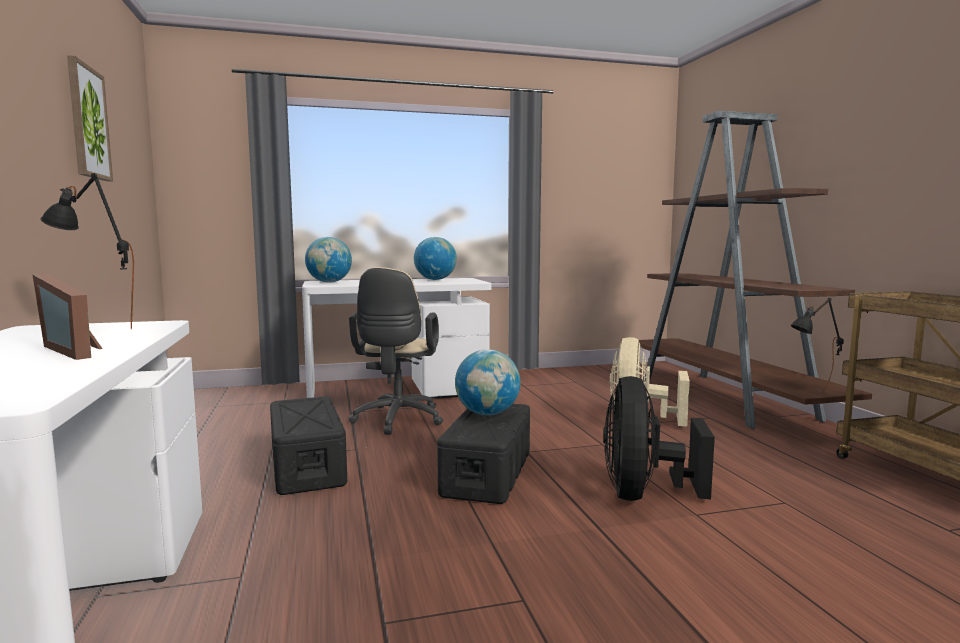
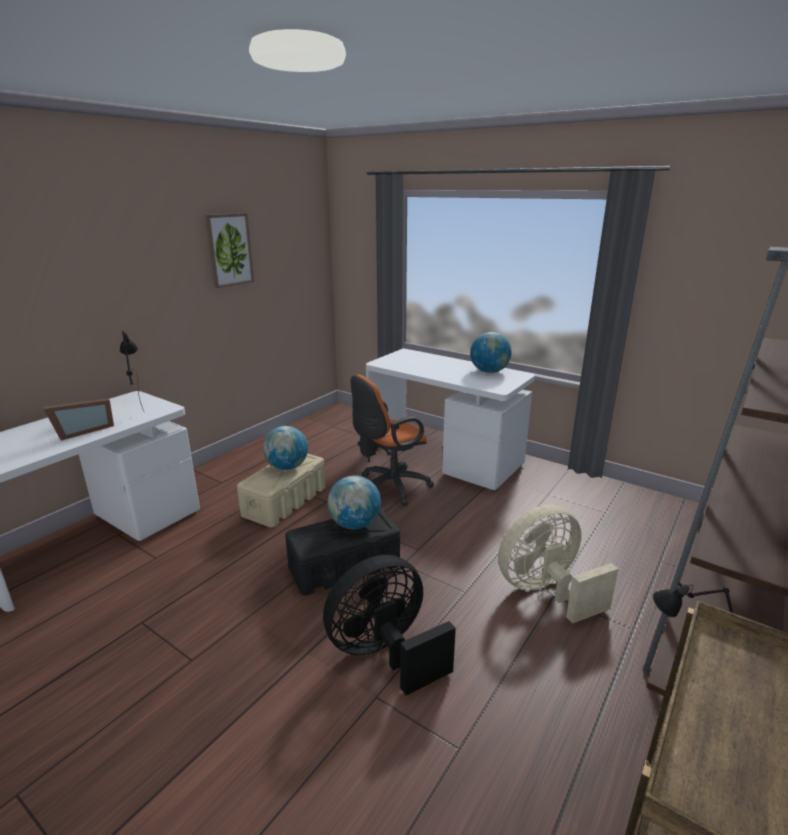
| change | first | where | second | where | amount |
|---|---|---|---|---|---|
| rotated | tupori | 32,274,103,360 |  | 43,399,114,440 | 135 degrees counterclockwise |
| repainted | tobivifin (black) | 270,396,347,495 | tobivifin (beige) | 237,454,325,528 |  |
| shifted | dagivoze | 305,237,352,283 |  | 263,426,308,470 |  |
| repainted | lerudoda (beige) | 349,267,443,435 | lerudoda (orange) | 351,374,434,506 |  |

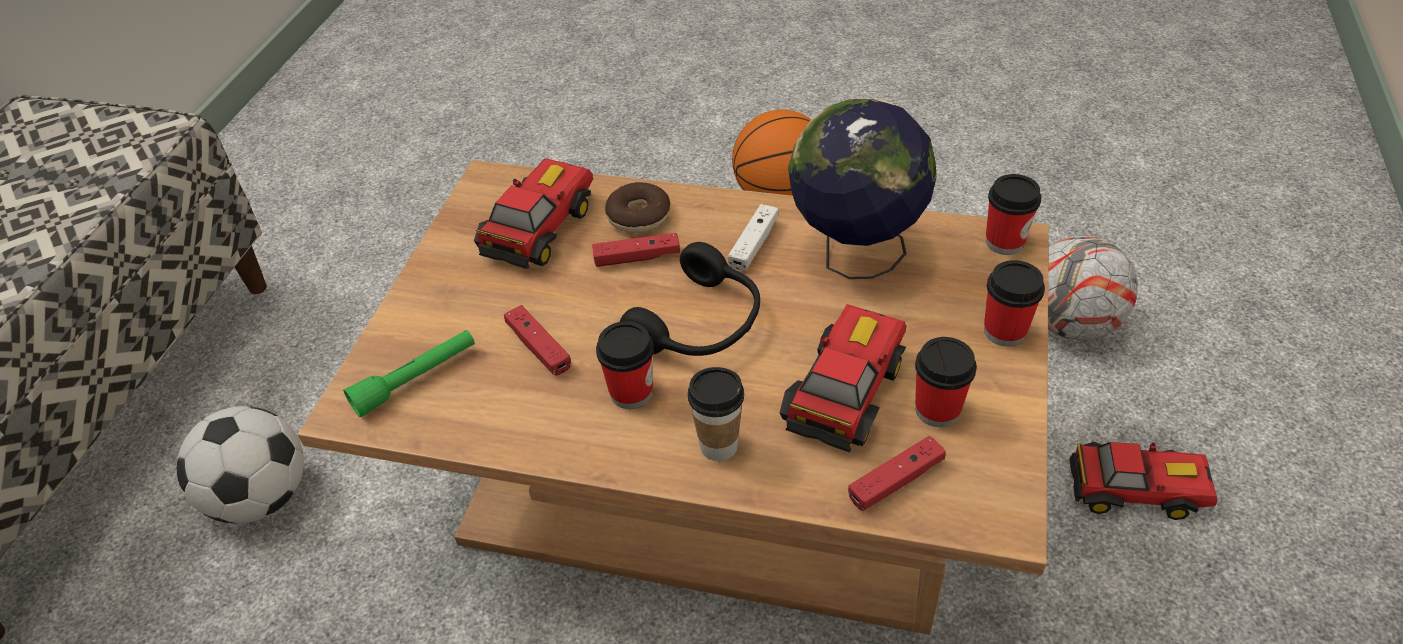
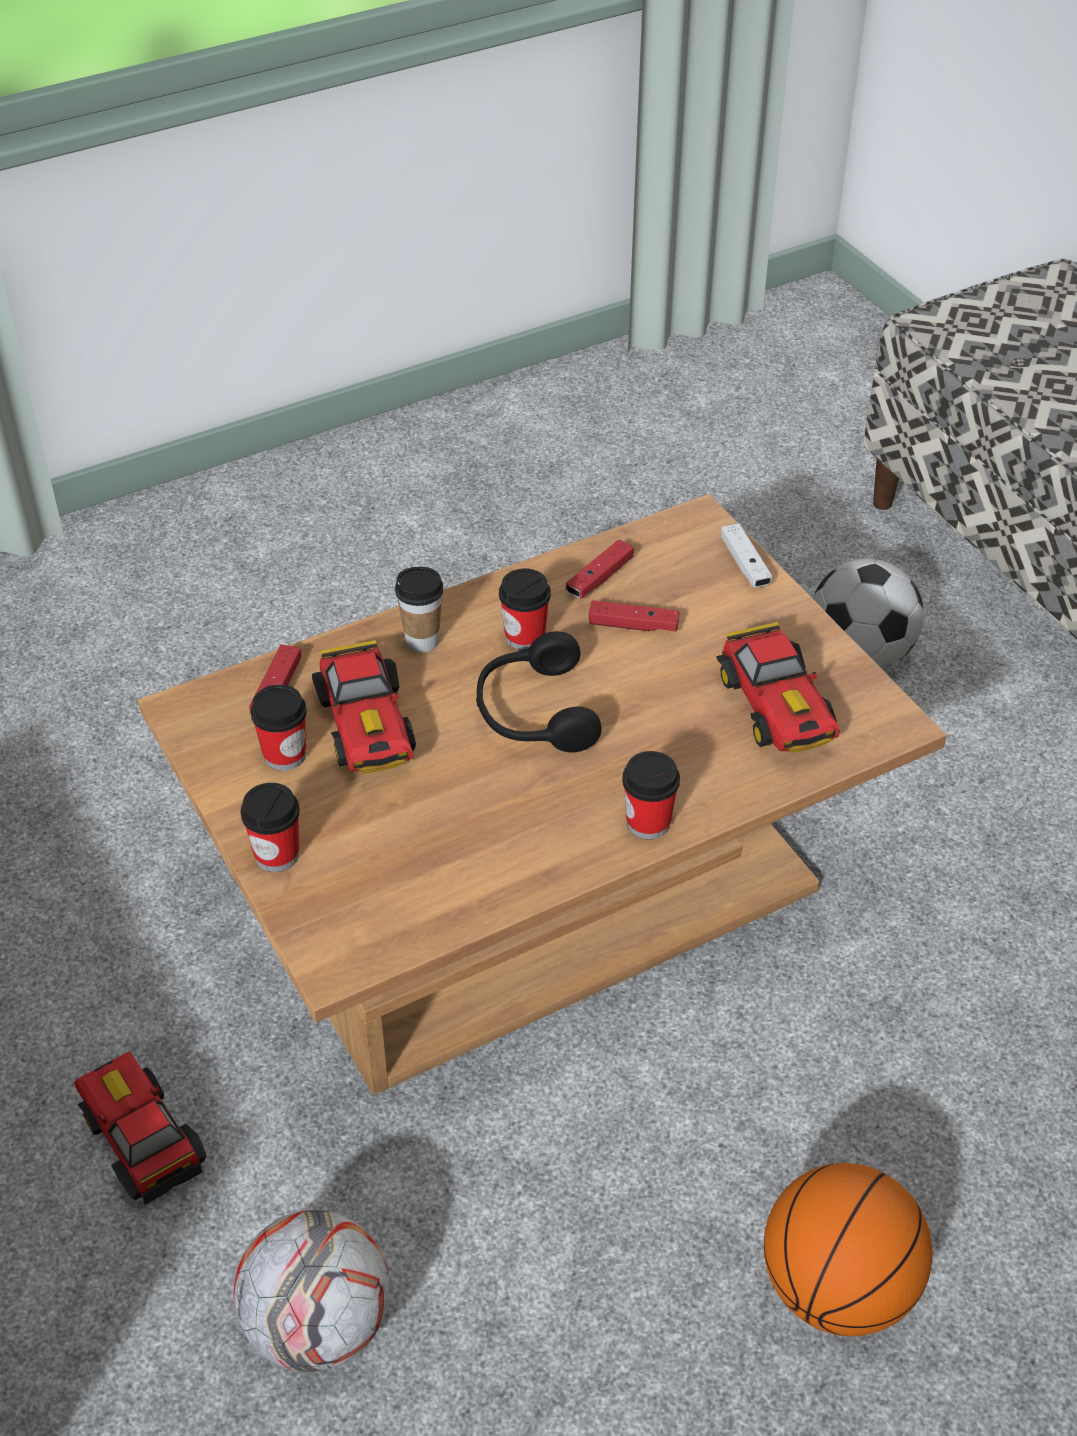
| change | first | where | second | where | amount |
|---|---|---|---|---|---|
| gone | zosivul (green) | 343,330,475,417 |  |  |  |
| shifted | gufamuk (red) | 592,233,680,267 |  | 566,540,634,598 |  |
| gone | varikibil | 605,182,670,233 |  |  |  |
| shifted | gufamuk (white) | 728,204,779,271 |  | 721,523,772,588 |  |
| gone | dagivoze | 788,99,937,279 |  |  |  |
| shifted | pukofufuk | 986,174,1041,255 |  | 622,751,680,840 |  |
| rotated | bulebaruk | 1069,442,1218,520 |  | 74,1051,207,1205 | 90 degrees clockwise |

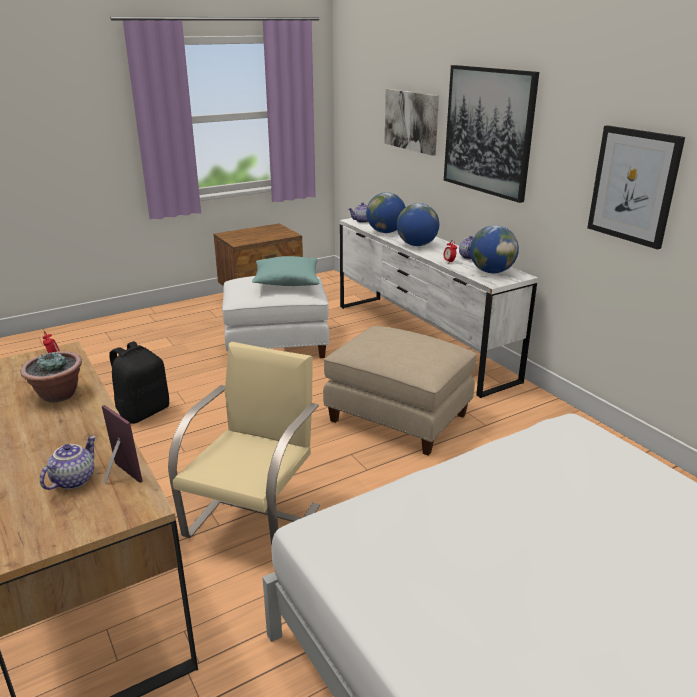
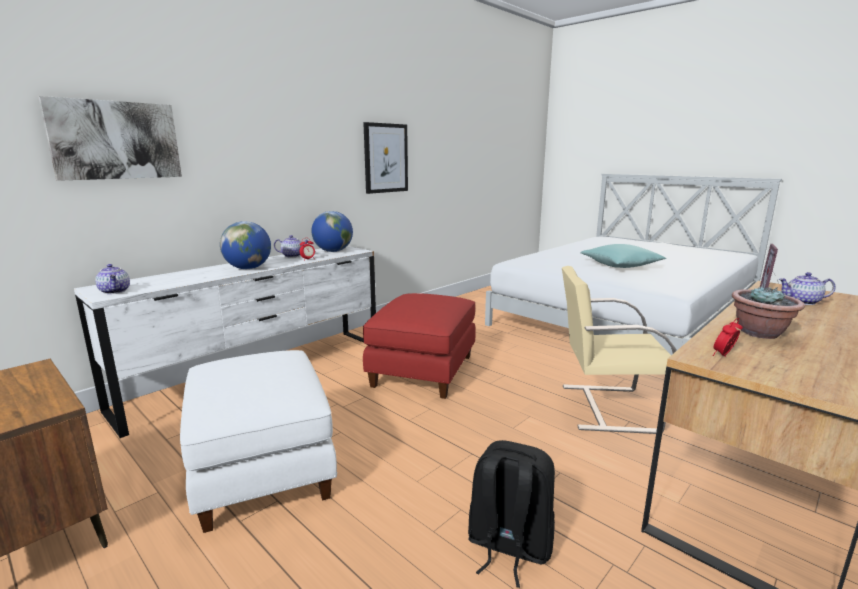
| change | first | where | second | where | amount |
|---|---|---|---|---|---|
| shifted | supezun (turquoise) | 252,256,320,286 |  | 581,244,666,268 |  |
| repainted | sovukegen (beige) | 323,326,476,456 | sovukegen (red) | 363,293,476,399 |  |
| gone | dagivoze | 366,192,405,233 |  |  |  |
| gone | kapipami | 444,65,539,203 |  |  |  |

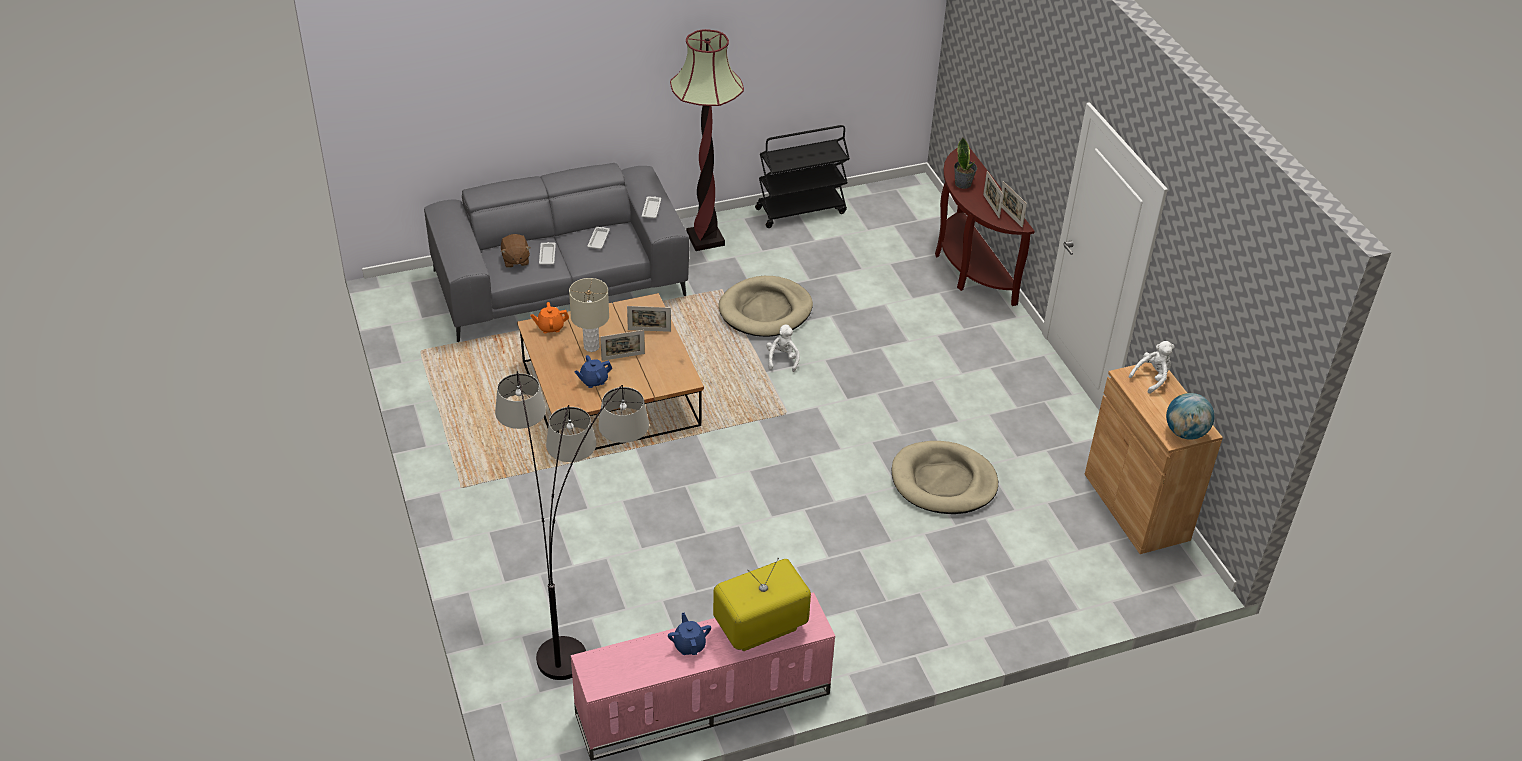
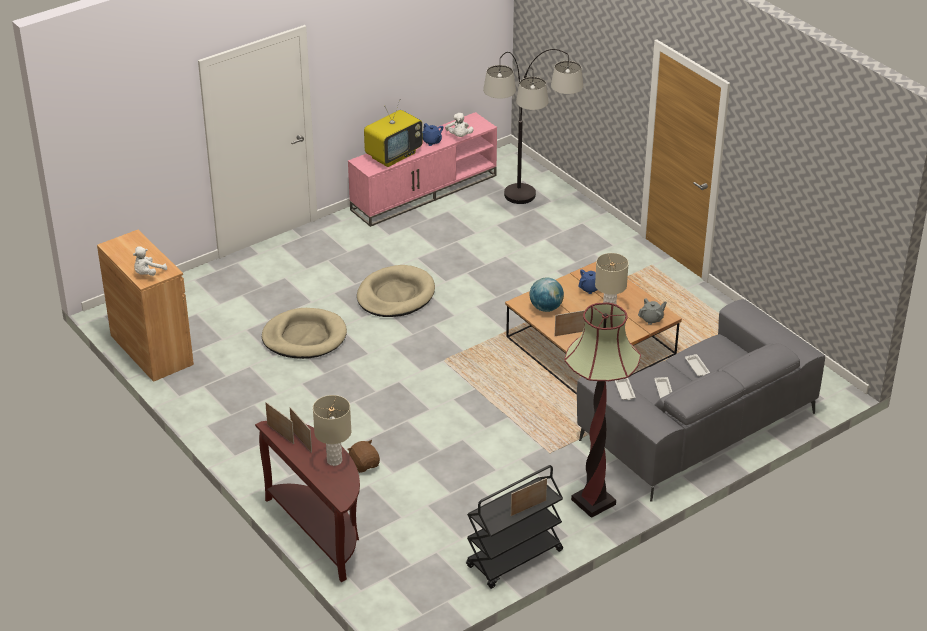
| change | first | where | second | where | amount |
|---|---|---|---|---|---|
| shifted | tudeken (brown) | 501,234,530,268 |  | 347,440,380,473 |  |
| repainted | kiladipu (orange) | 531,302,569,334 | kiladipu (grey) | 638,298,667,325 |  |
| shifted | tupori | 600,330,645,361 |  | 511,478,547,516 |  |
| shifted | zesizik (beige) | 719,276,813,337 |  | 357,265,435,317 |  |
| shifted | tudeken (white) | 766,325,800,372 |  | 445,113,474,137 |  |
| swapped | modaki | 954,138,977,189 | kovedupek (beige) | 313,395,351,466 |  |
| shifted | dagivoze | 1166,393,1214,440 |  | 530,278,564,312 |  |

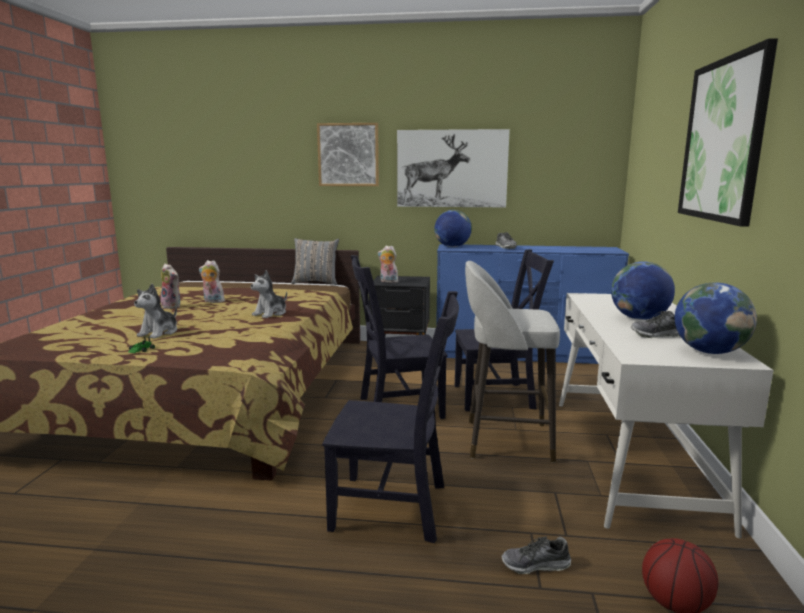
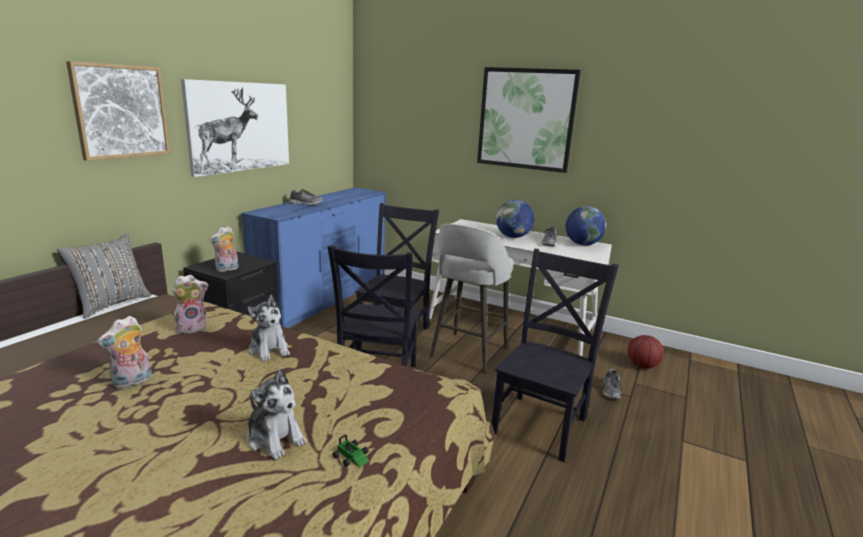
| change | first | where | second | where | amount |
|---|---|---|---|---|---|
| shifted | tudeken | 161,263,180,309 |  | 173,275,208,334 |  |
| gone | dagivoze | 435,210,472,247 |  |  |  |

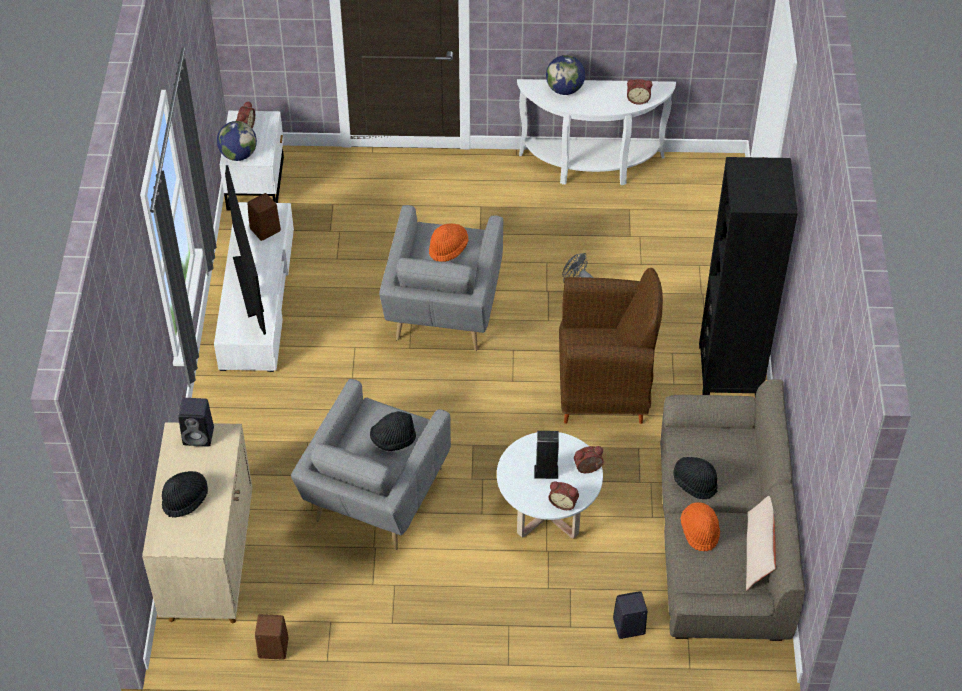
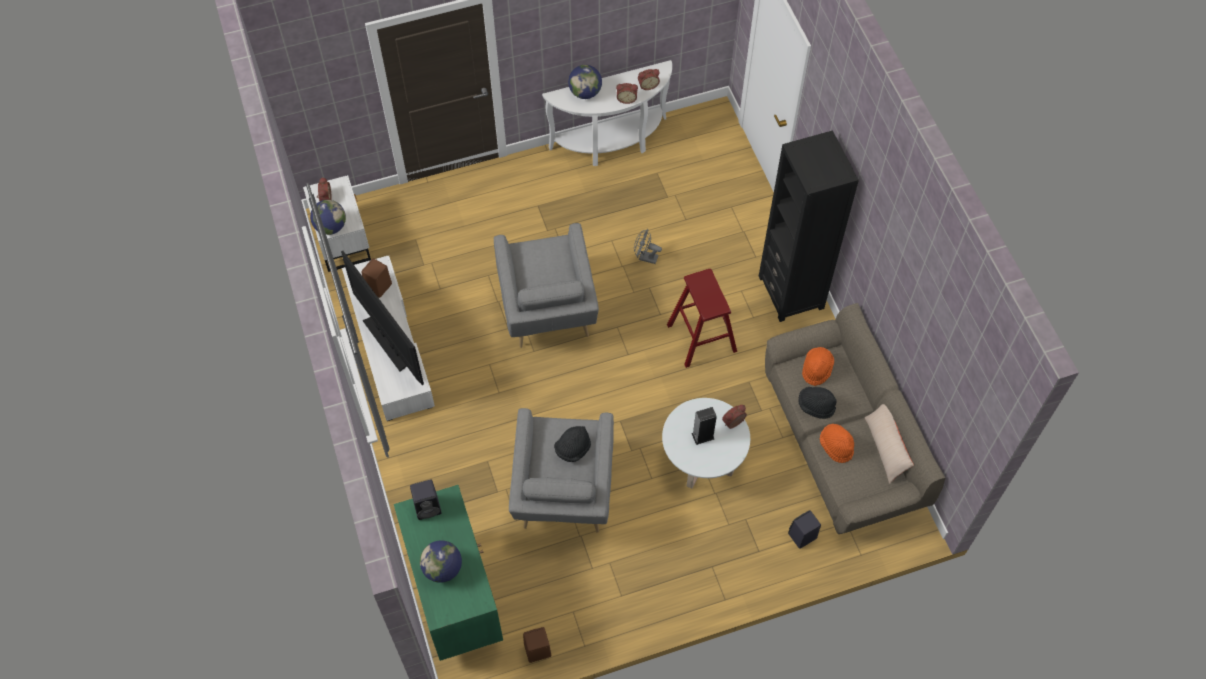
| change | first | where | second | where | amount |
|---|---|---|---|---|---|
| repainted | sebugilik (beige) | 142,422,253,623 | sebugilik (green) | 394,485,503,661 |  |
| swapped | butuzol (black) | 162,471,208,518 | dagivoze | 420,540,462,583 |  |
| shifted | butuzol (orange) | 429,223,468,262 |  | 802,347,834,386 |  |
| shifted | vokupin | 548,481,579,510 |  | 616,83,638,104 |  |
| swapped | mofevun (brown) | 559,268,663,424 | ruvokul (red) | 667,269,737,368 |  |

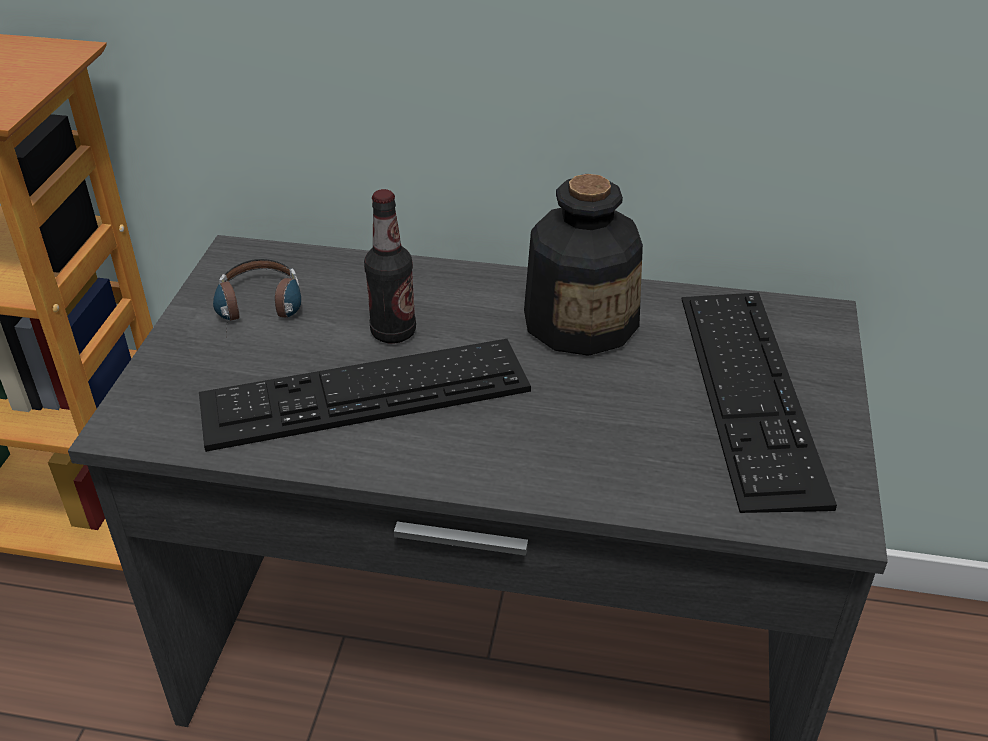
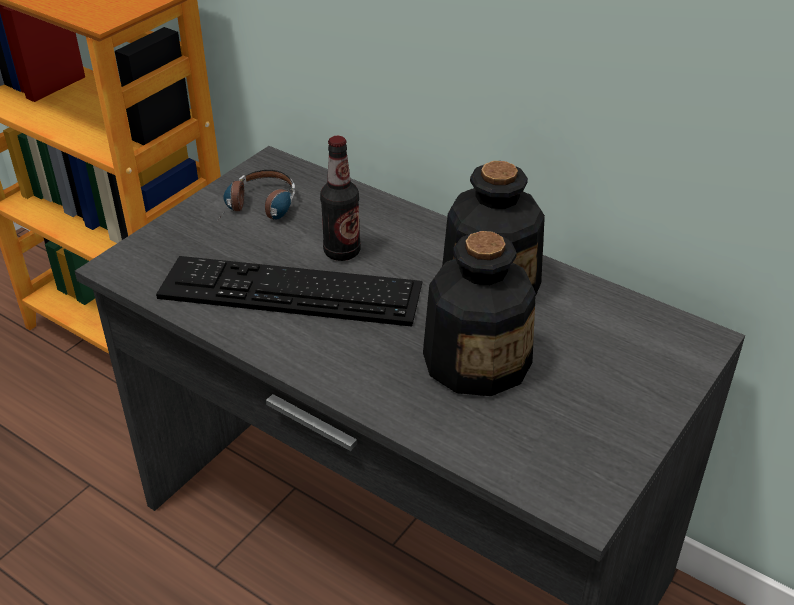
| change | first | where | second | where | amount |
|---|---|---|---|---|---|
| gone | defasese | 682,293,837,513 |  |  |  |
| new |  |  | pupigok | 423,231,536,396 |  |

